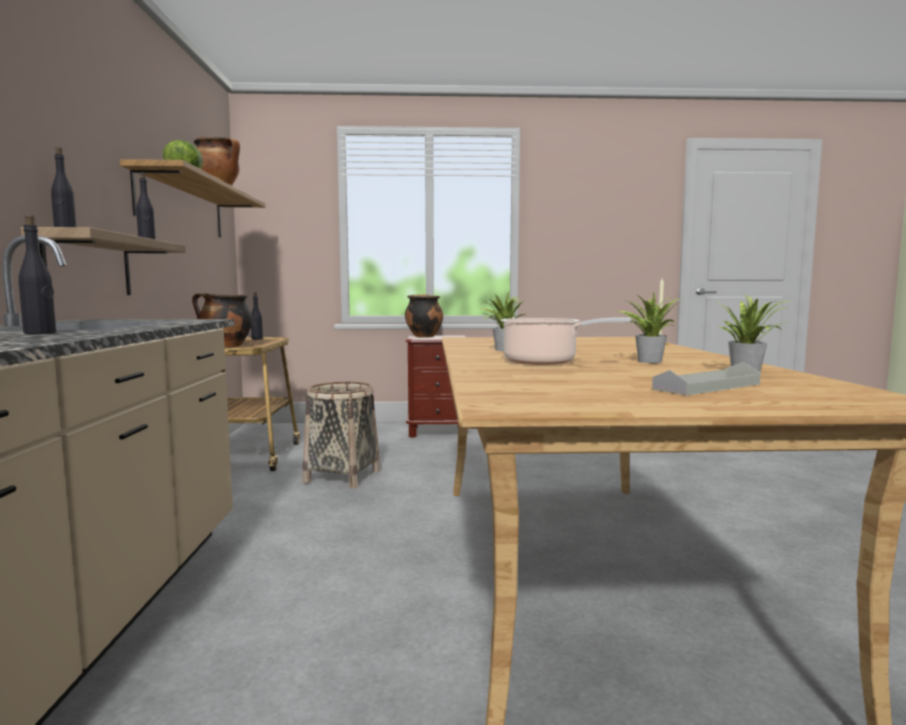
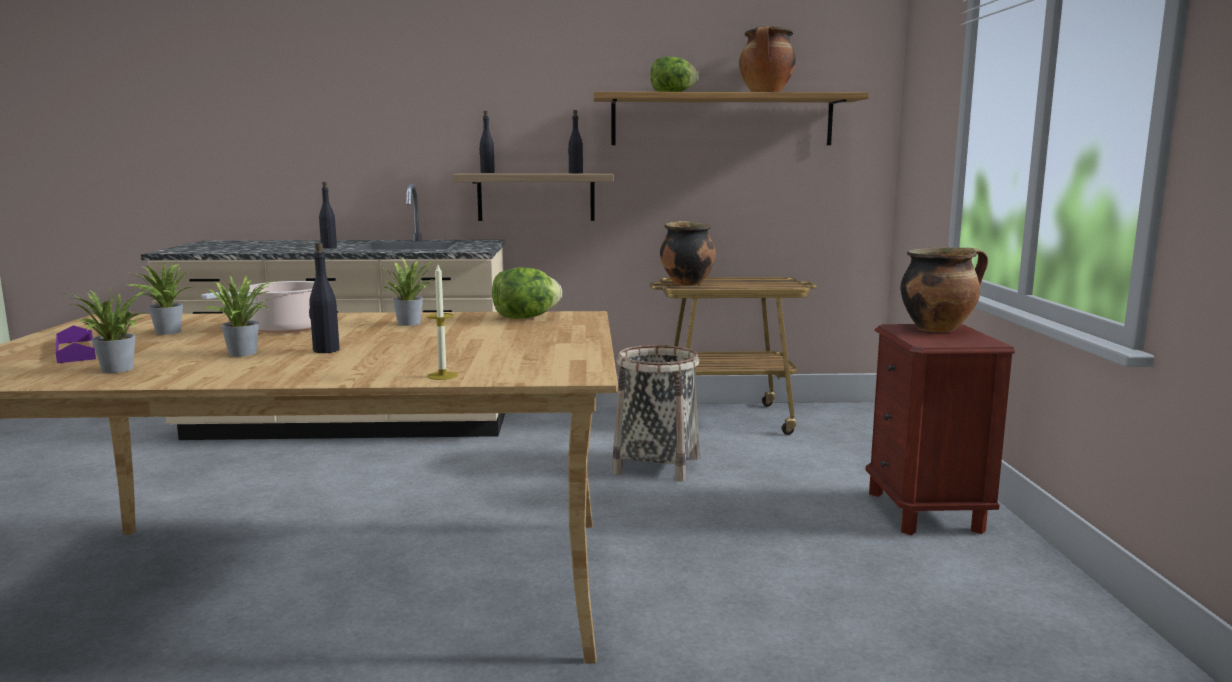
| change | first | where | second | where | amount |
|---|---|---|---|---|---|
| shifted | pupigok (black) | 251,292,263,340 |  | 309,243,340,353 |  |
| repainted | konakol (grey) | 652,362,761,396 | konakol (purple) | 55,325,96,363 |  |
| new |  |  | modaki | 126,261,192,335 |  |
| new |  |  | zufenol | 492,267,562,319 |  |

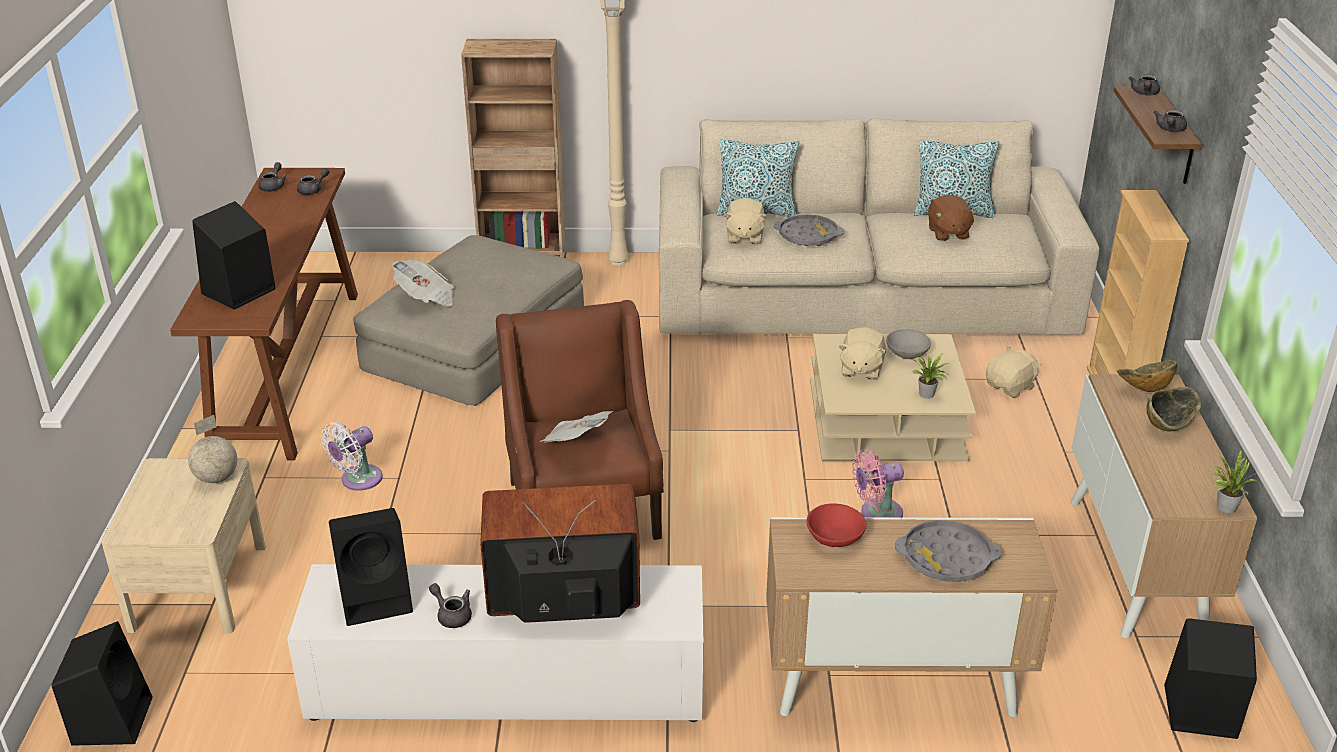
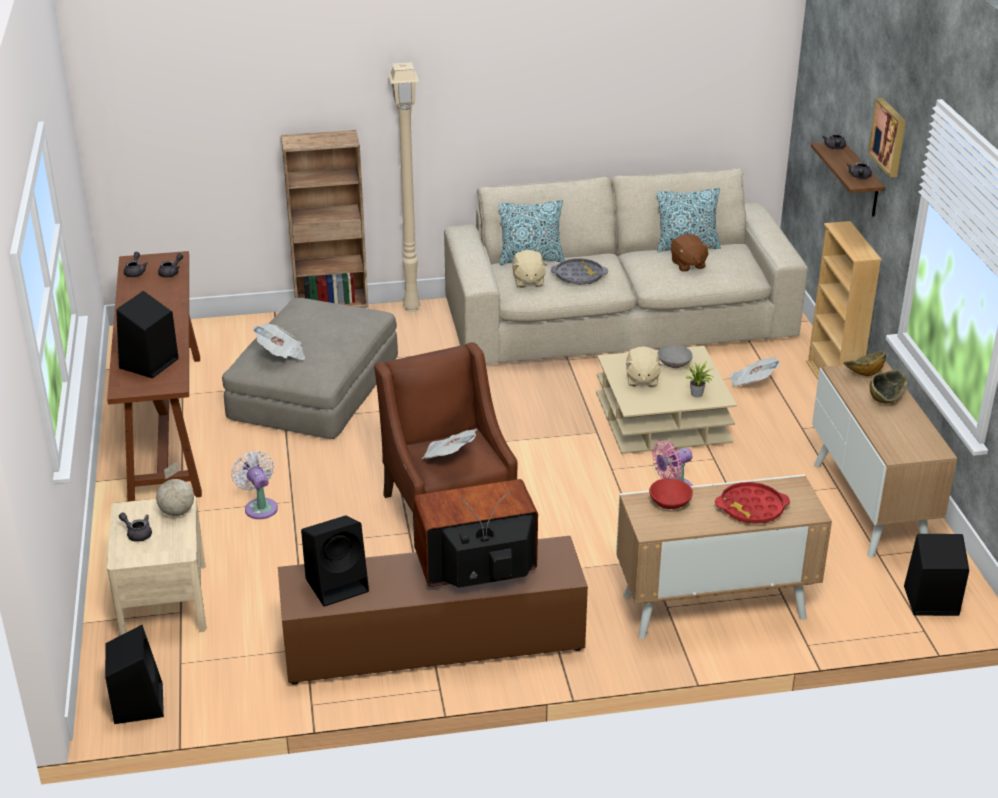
| change | first | where | second | where | amount |
|---|---|---|---|---|---|
| repainted | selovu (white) | 287,564,704,722 | selovu (brown) | 278,536,588,684 |  |
| rotated | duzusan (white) | 321,422,383,491 |  | 231,451,278,519 | 120 degrees clockwise |
| shifted | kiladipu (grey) | 429,583,472,628 |  | 119,512,152,542 |  |
| repainted | konakol (grey) | 895,520,1001,582 | konakol (red) | 715,482,790,524 |  |
| swapped | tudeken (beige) | 986,346,1042,398 | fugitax | 729,357,780,387 |  |
| gone | modaki | 1211,451,1258,513 |  |  |  |
| new |  |  | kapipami | 868,98,906,177 |  |

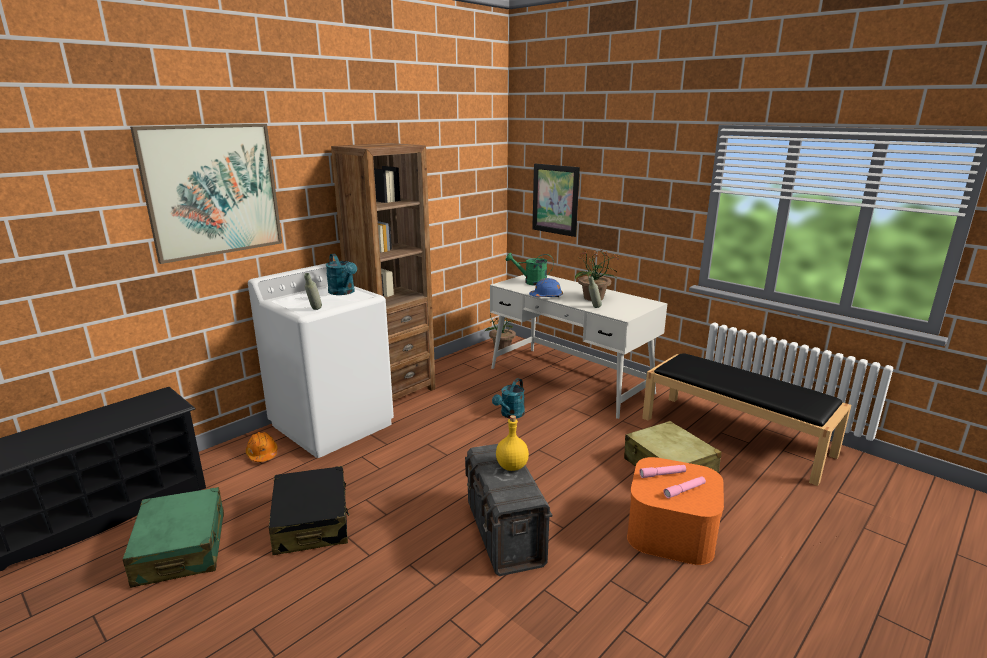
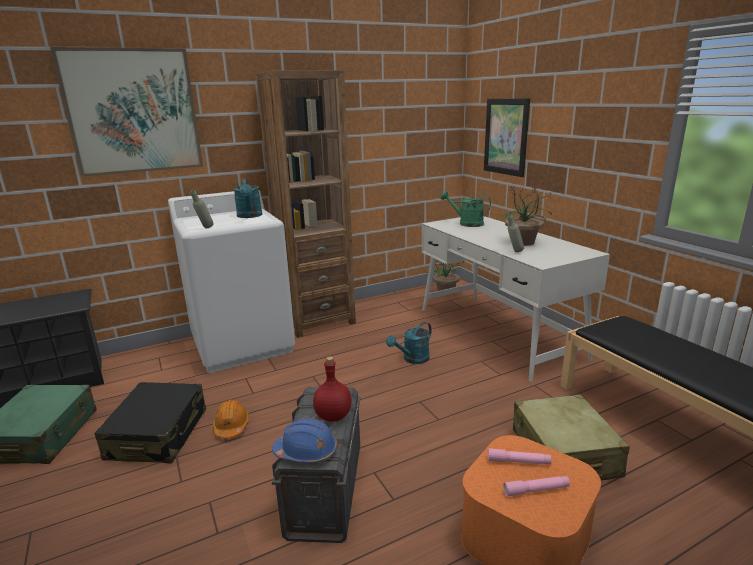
| change | first | where | second | where | amount |
|---|---|---|---|---|---|
| shifted | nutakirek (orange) | 246,432,278,462 |  | 213,400,249,438 |  |
| repainted | pupigok (yellow) | 496,415,529,471 | pupigok (red) | 313,357,352,421 |  |
| shifted | nutakirek (blue) | 529,278,563,297 |  | 272,418,337,463 |  |

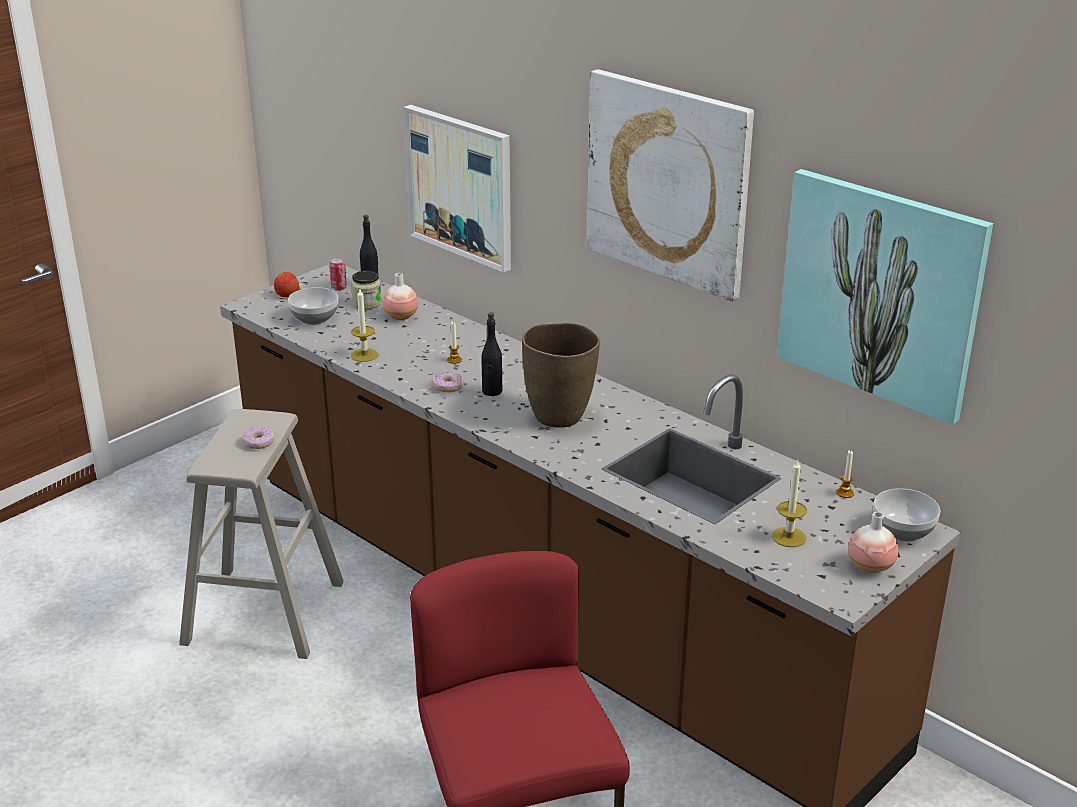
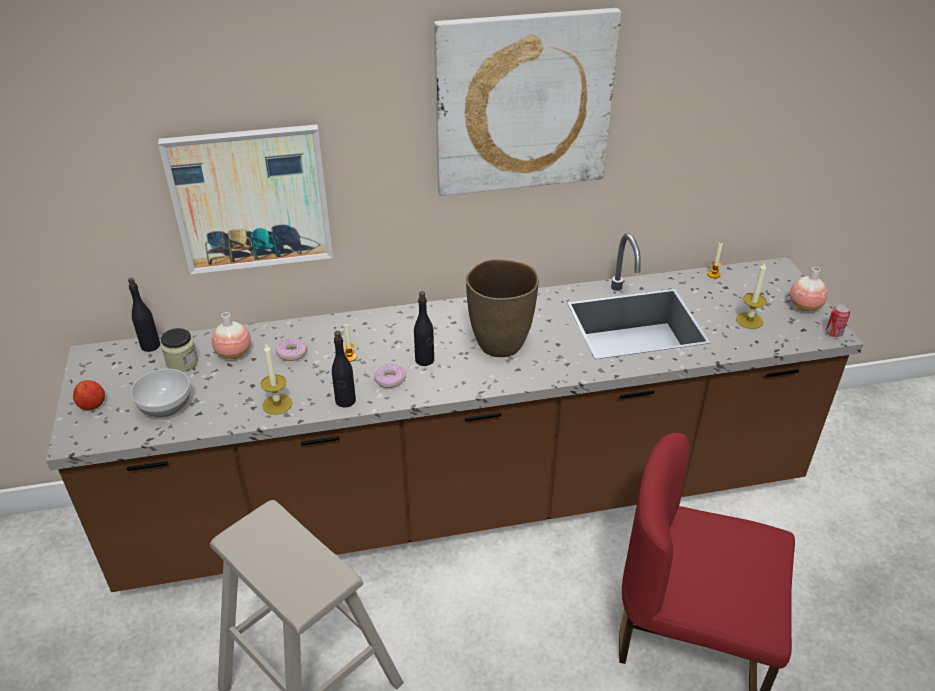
| change | first | where | second | where | amount |
|---|---|---|---|---|---|
| shifted | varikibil | 242,427,275,449 |  | 276,338,307,361 |  |
| shifted | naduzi | 329,258,347,291 |  | 826,304,850,337 |  |
| gone | kapipami | 777,169,993,425 |  |  |  |
| gone | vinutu | 873,488,940,541 |  |  |  |
| new |  |  | pupigok (black) | 332,331,356,407 |  |

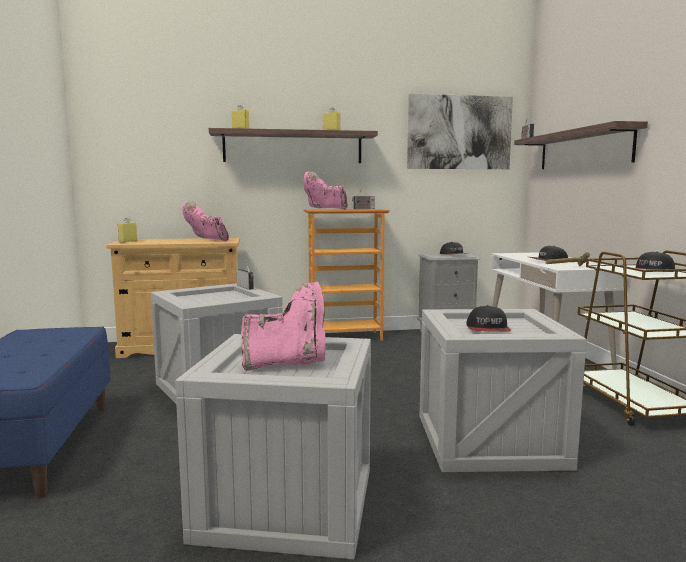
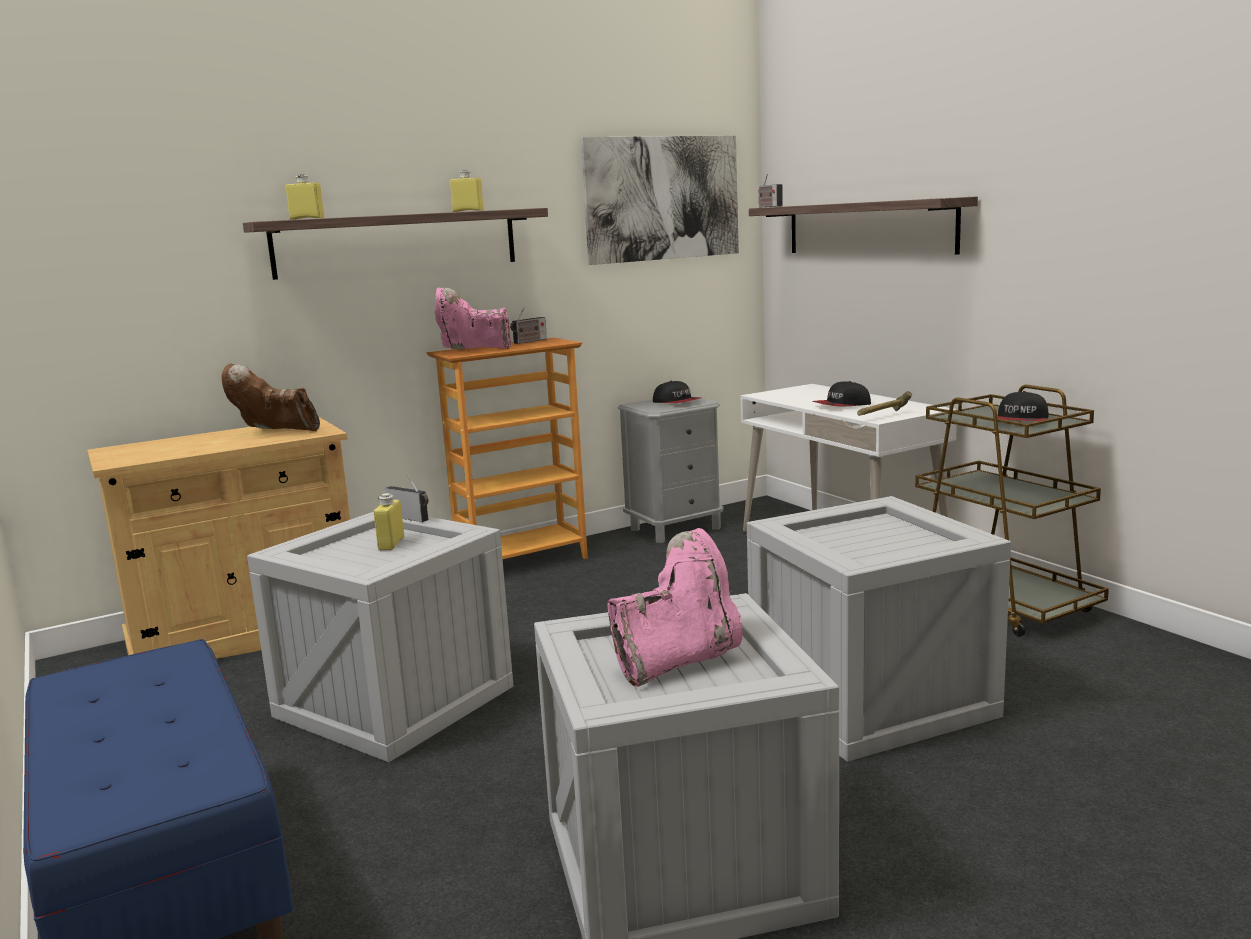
| change | first | where | second | where | amount |
|---|---|---|---|---|---|
| shifted | pupigok (yellow) | 118,218,137,243 |  | 374,493,404,550 |  |
| repainted | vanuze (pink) | 182,201,229,241 | vanuze (brown) | 222,364,320,431 |  |
| gone | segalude | 466,305,511,332 |  |  |  |

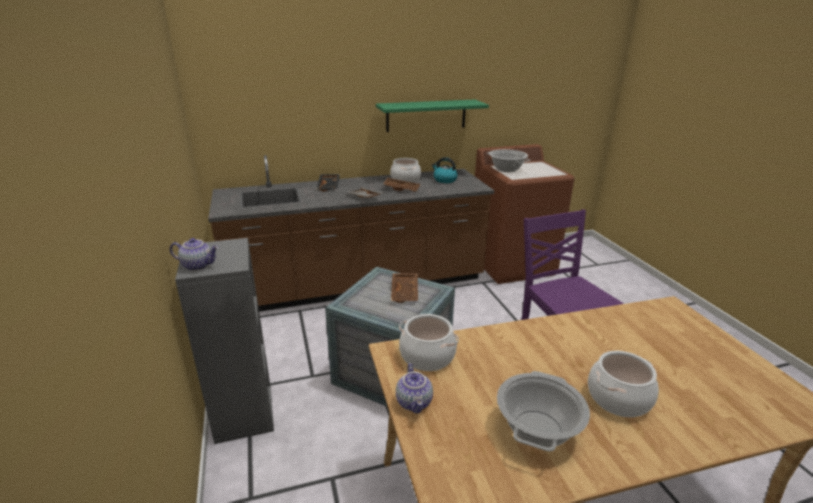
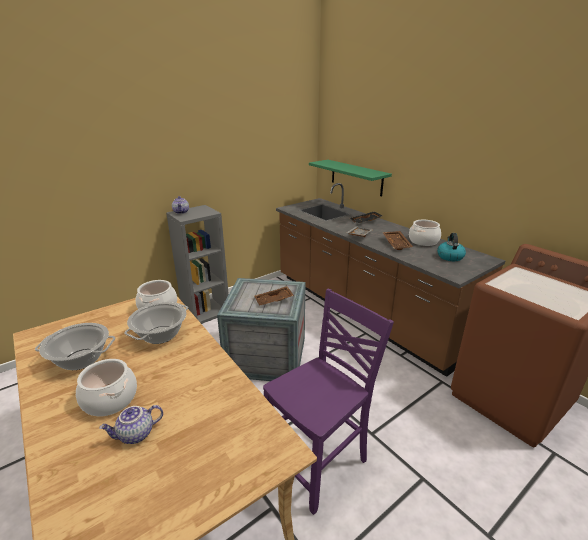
| change | first | where | second | where | amount |
|---|---|---|---|---|---|
| shifted | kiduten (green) | 376,99,489,132 |  | 309,160,392,197 |  |
| shifted | kiladipu | 396,363,433,414 |  | 99,405,163,444 |  |
| shifted | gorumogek | 487,149,530,172 |  | 124,302,188,344 |  |

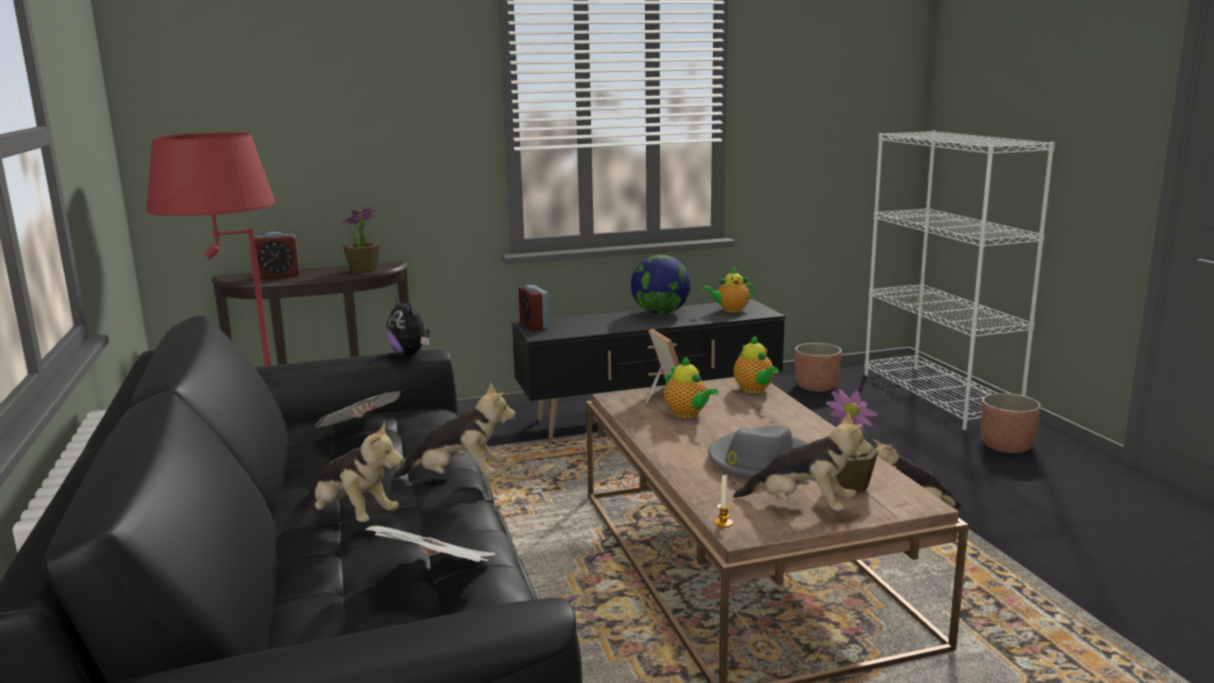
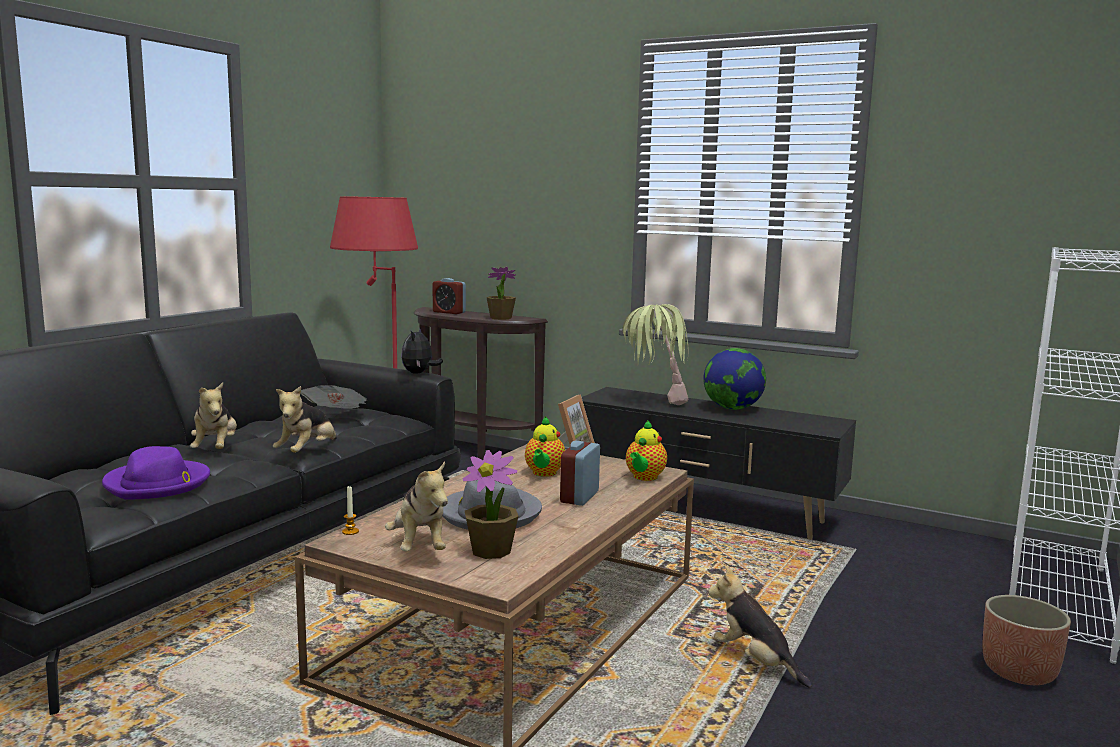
| change | first | where | second | where | amount |
|---|---|---|---|---|---|
| swapped | fugitax | 365,526,496,562 | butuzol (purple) | 102,446,210,500 |  |
| rotated | tudeken | 393,382,516,478 |  | 273,386,337,453 | 60 degrees clockwise |
| shifted | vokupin | 519,285,549,331 |  | 560,441,600,506 |  |
| gone | kiladipu | 702,267,755,313 |  |  |  |
| gone | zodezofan | 795,343,842,392 |  |  |  |
| new |  |  | modaki | 623,304,688,405 |  |

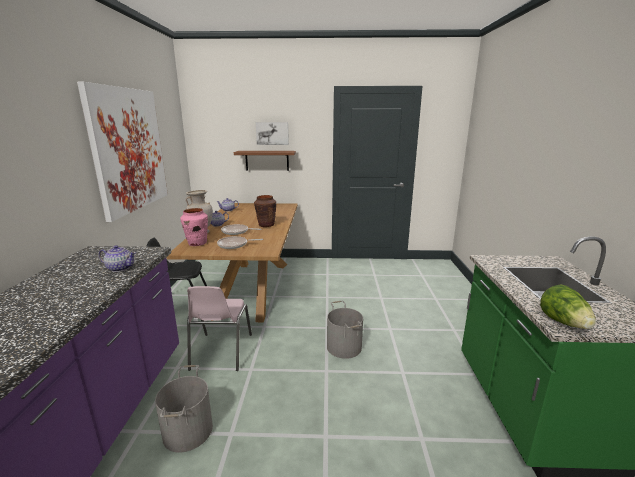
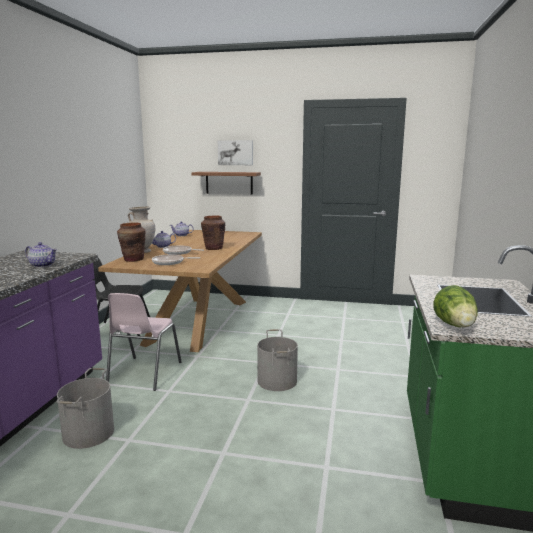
| change | first | where | second | where | amount |
|---|---|---|---|---|---|
| gone | kapipami | 77,82,168,222 |  |  |  |
| repainted | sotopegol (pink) | 180,208,208,246 | sotopegol (brown) | 117,223,146,262 |  |

